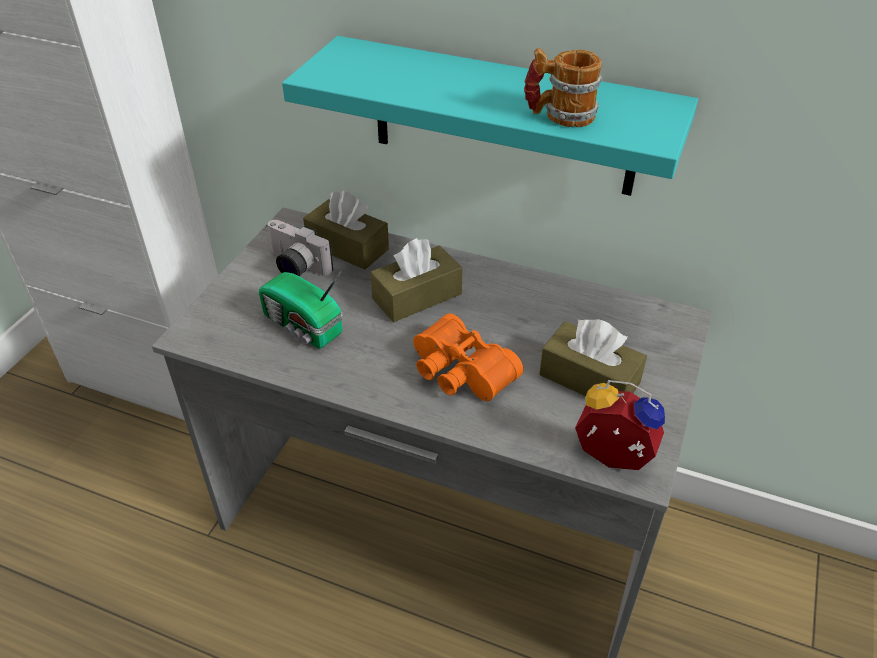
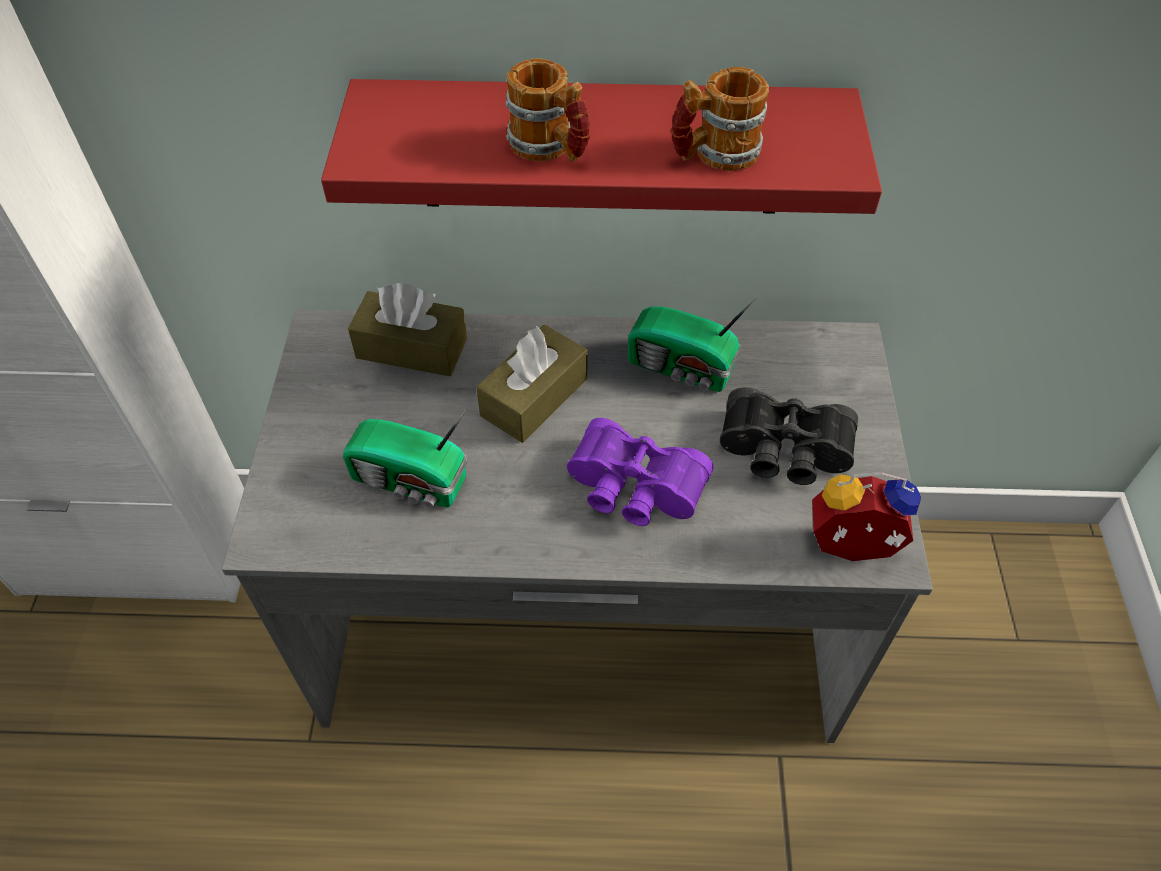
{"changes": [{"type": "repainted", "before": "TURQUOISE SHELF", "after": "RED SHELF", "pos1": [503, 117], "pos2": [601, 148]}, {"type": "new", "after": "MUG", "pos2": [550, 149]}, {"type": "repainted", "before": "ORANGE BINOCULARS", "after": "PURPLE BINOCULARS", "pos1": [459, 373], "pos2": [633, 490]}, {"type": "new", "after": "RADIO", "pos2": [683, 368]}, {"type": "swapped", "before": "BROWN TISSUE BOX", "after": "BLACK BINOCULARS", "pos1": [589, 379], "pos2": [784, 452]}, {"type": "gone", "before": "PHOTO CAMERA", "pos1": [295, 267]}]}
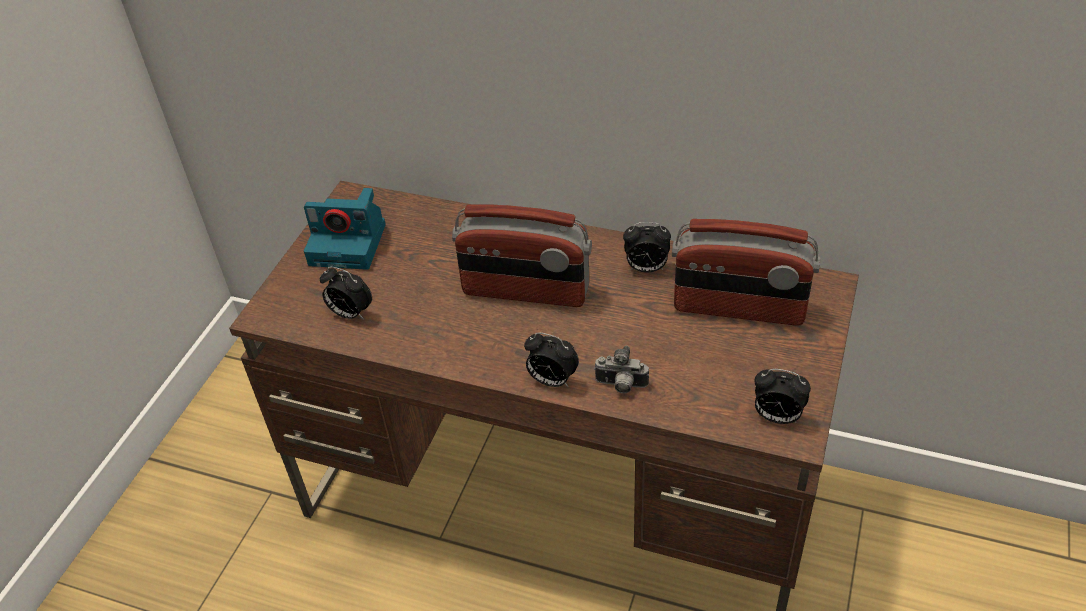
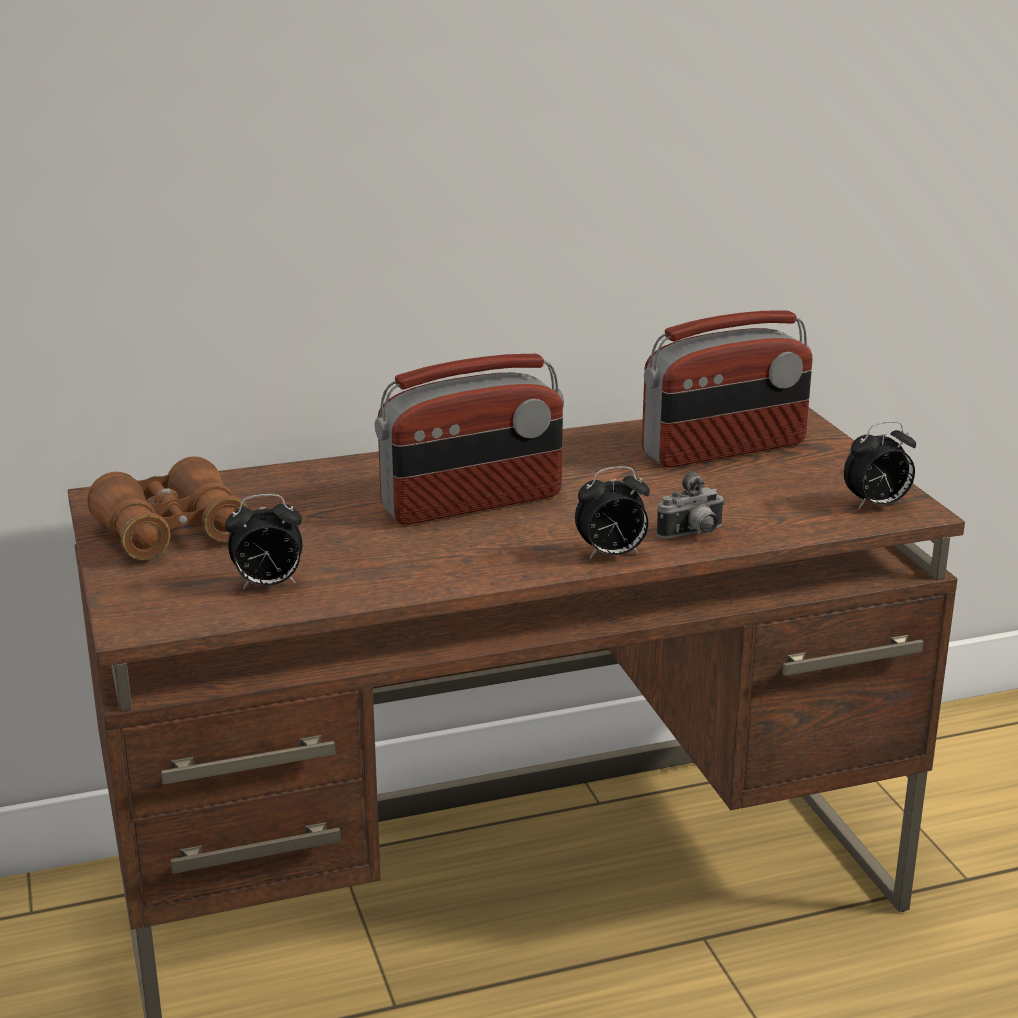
{"changes": [{"type": "swapped", "before": "PHOTO CAMERA", "after": "BROWN BINOCULARS", "pos1": [350, 244], "pos2": [171, 533]}, {"type": "gone", "before": "ALARM CLOCK", "pos1": [646, 268]}]}
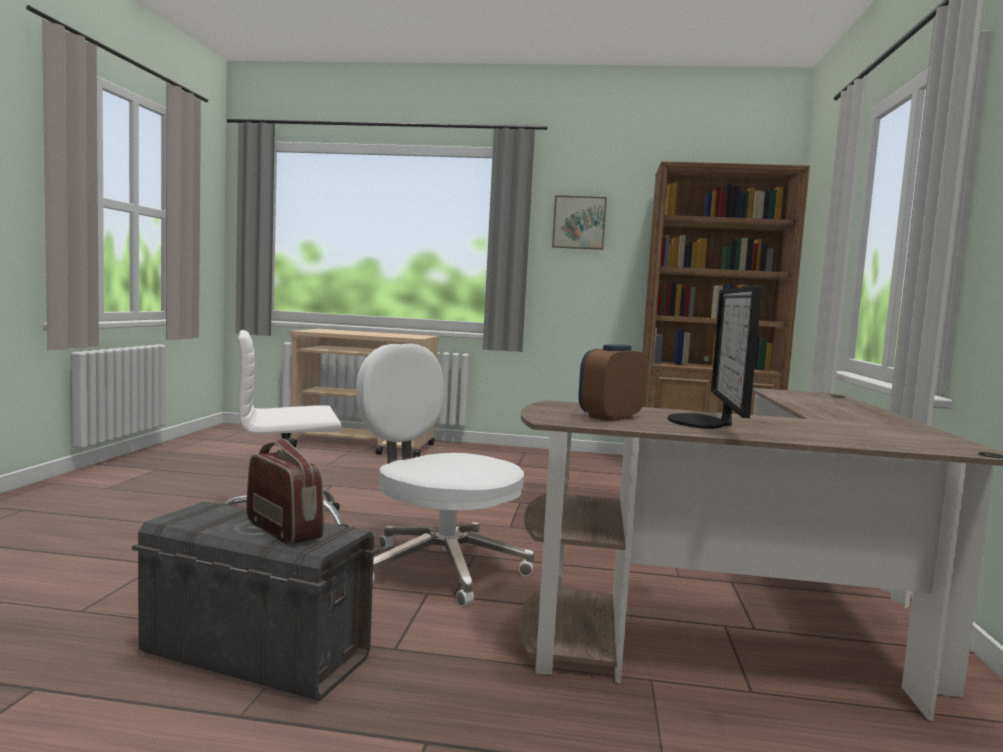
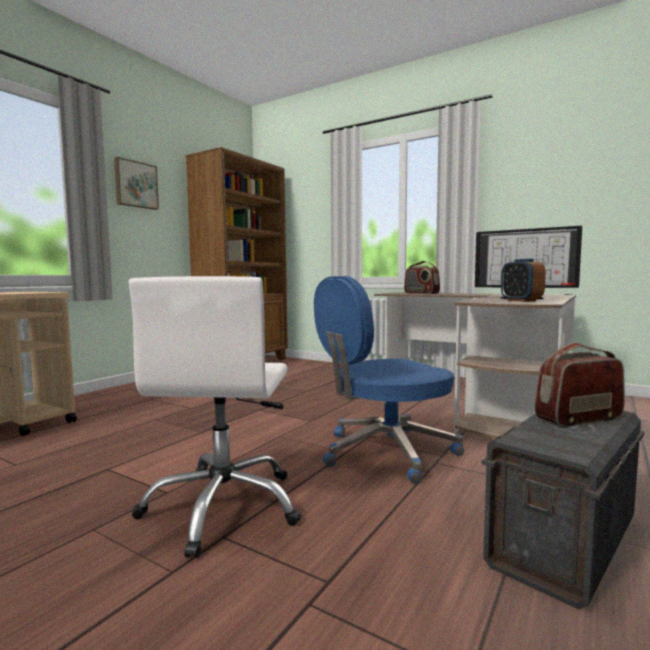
{"changes": [{"type": "repainted", "before": "WHITE OFFICE CHAIR", "after": "BLUE OFFICE CHAIR", "pos1": [439, 567], "pos2": [385, 452]}, {"type": "new", "after": "RADIO", "pos2": [421, 293]}]}
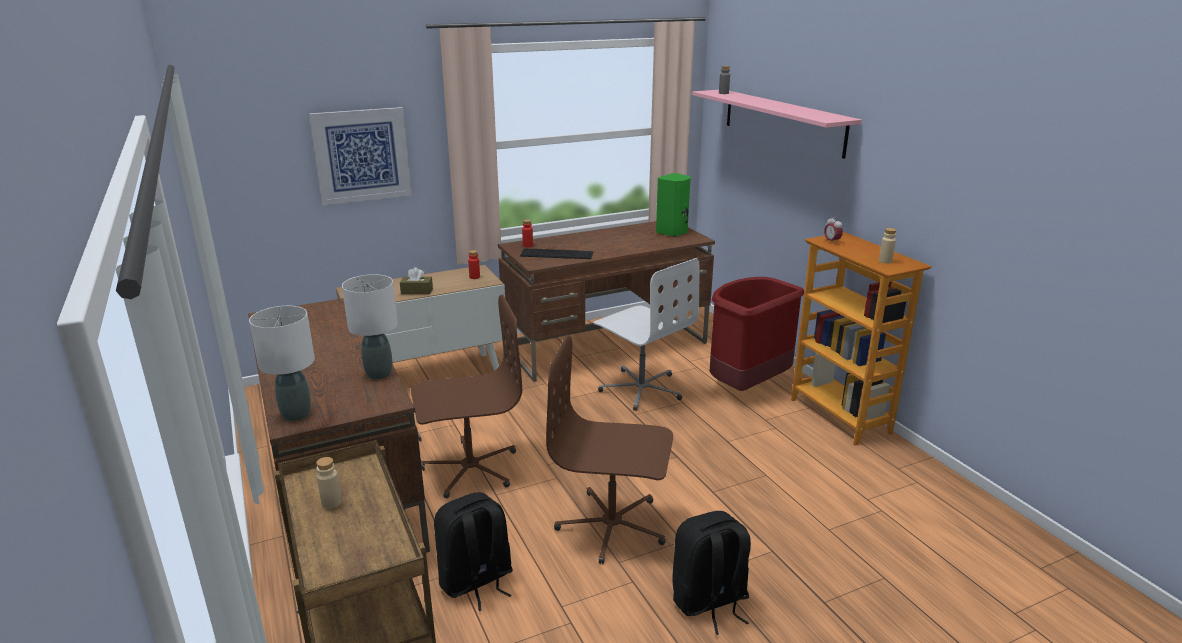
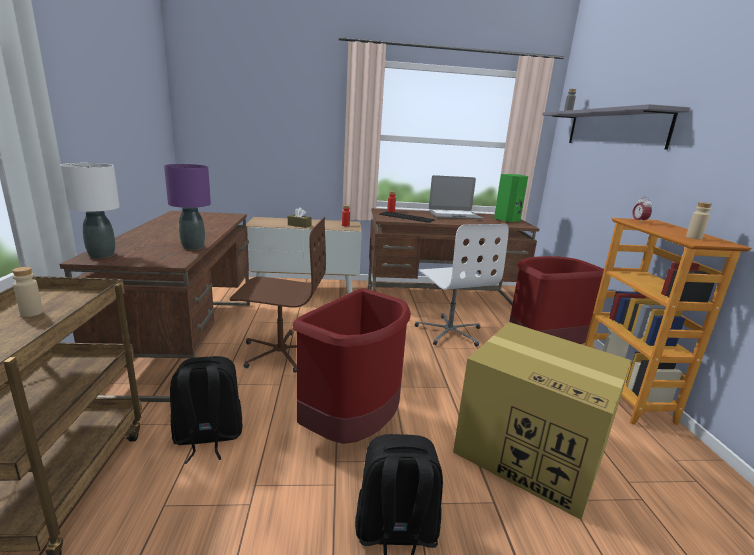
{"changes": [{"type": "repainted", "before": "WHITE TABLE LAMP", "after": "PURPLE TABLE LAMP", "pos1": [378, 374], "pos2": [193, 247]}, {"type": "swapped", "before": "BROWN OFFICE CHAIR", "after": "RED TRASH CAN", "pos1": [612, 526], "pos2": [353, 427]}, {"type": "new", "after": "LAPTOP", "pos2": [454, 215]}, {"type": "new", "after": "CARDBOARD BOX", "pos2": [532, 452]}, {"type": "repainted", "before": "PINK SHELF", "after": "GREY SHELF", "pos1": [782, 121], "pos2": [614, 128]}, {"type": "gone", "before": "PICTURE", "pos1": [362, 155]}]}
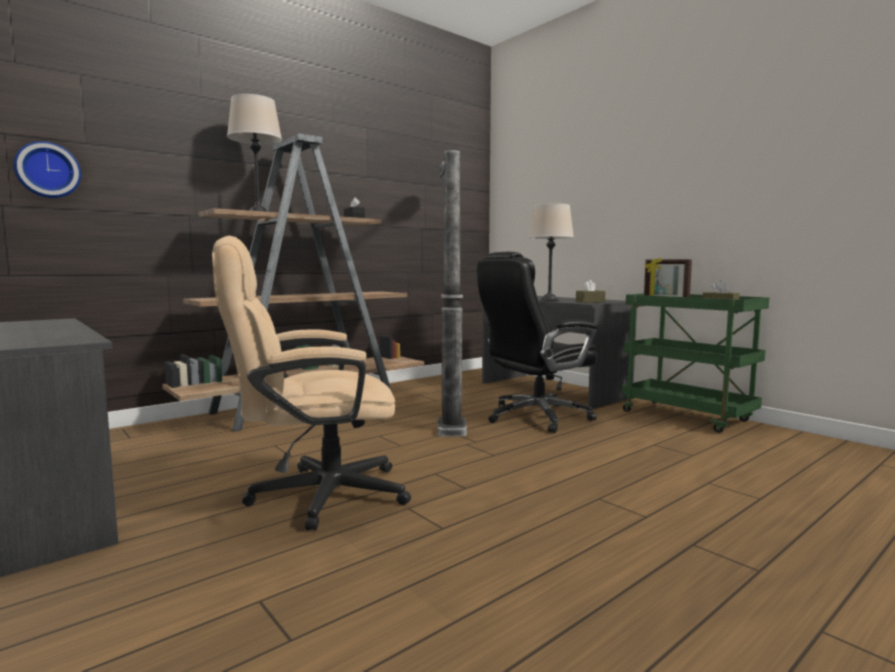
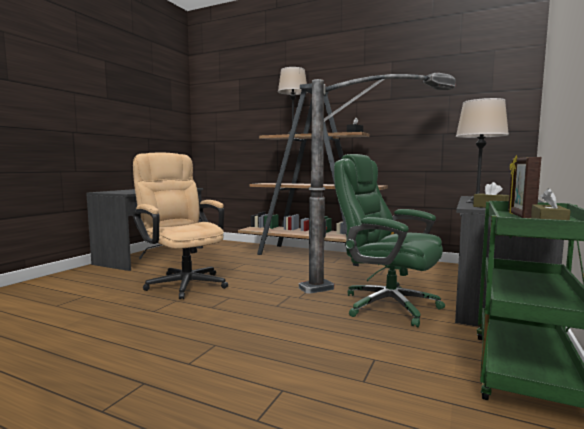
{"changes": [{"type": "repainted", "before": "BLACK OFFICE CHAIR", "after": "GREEN OFFICE CHAIR", "pos1": [535, 417], "pos2": [387, 305]}, {"type": "gone", "before": "WALL CLOCK", "pos1": [47, 170]}]}
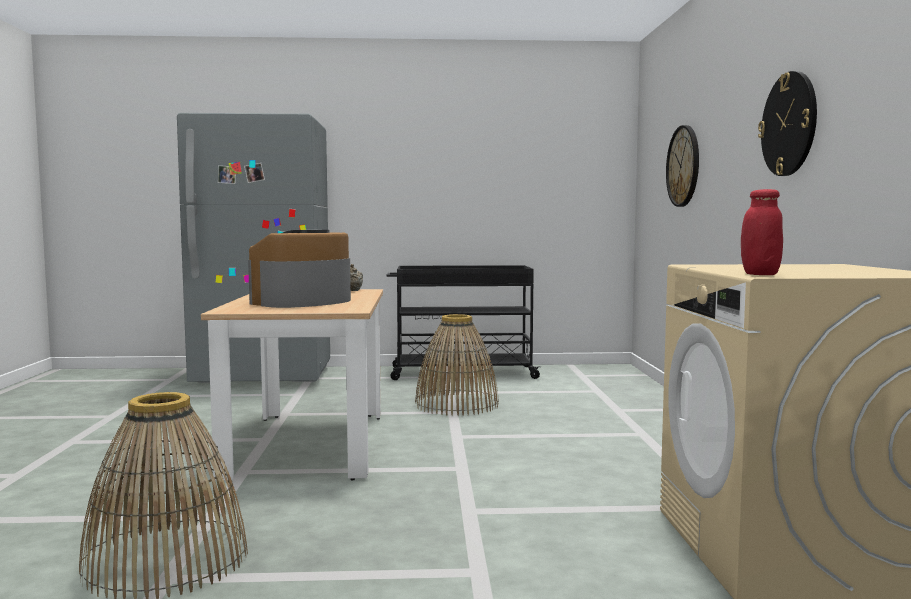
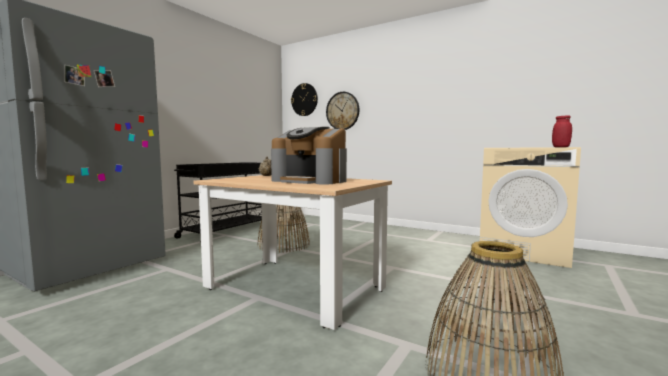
{"changes": [{"type": "rotated", "before": "COFFEE MACHINE", "pos1": [302, 302], "pos2": [311, 181], "turn": -45}, {"type": "shifted", "before": "WALL CLOCK", "pos1": [789, 124], "pos2": [304, 99]}]}
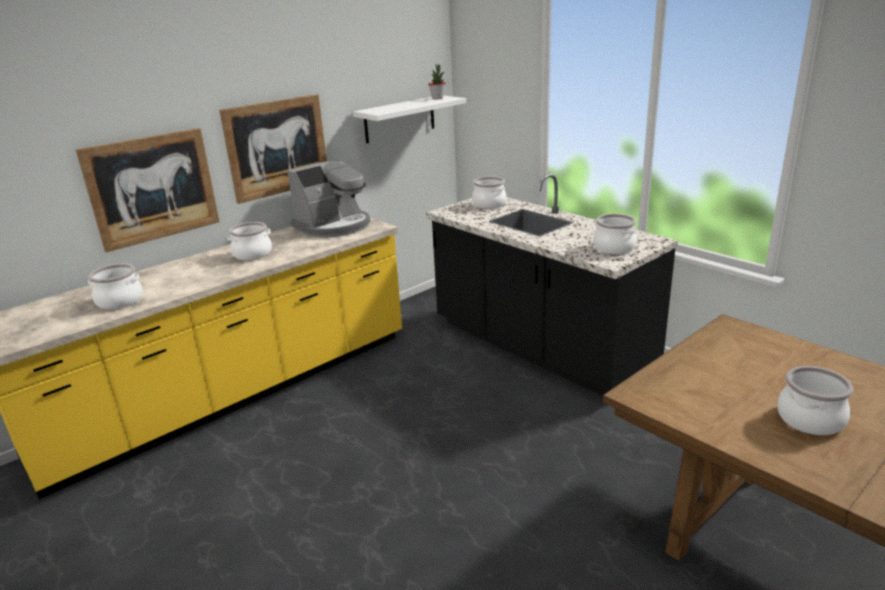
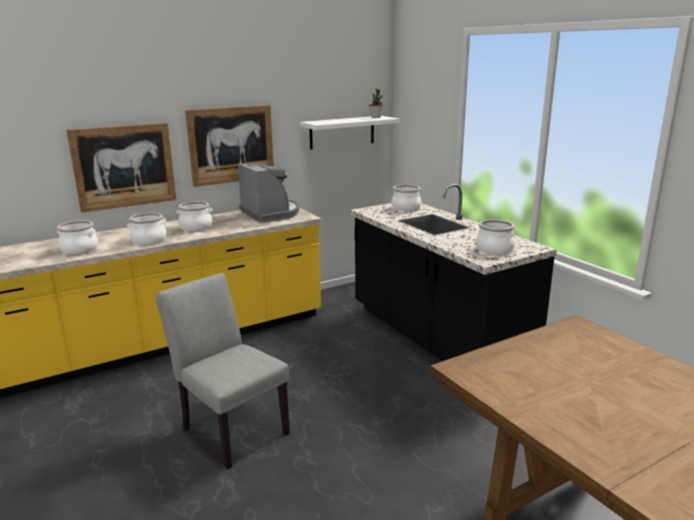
{"changes": [{"type": "shifted", "before": "COOKING POT", "pos1": [811, 419], "pos2": [149, 240]}, {"type": "new", "after": "GREY CHAIR", "pos2": [230, 428]}, {"type": "rotated", "before": "COFFEE MACHINE", "pos1": [334, 226], "pos2": [270, 213], "turn": -90}]}
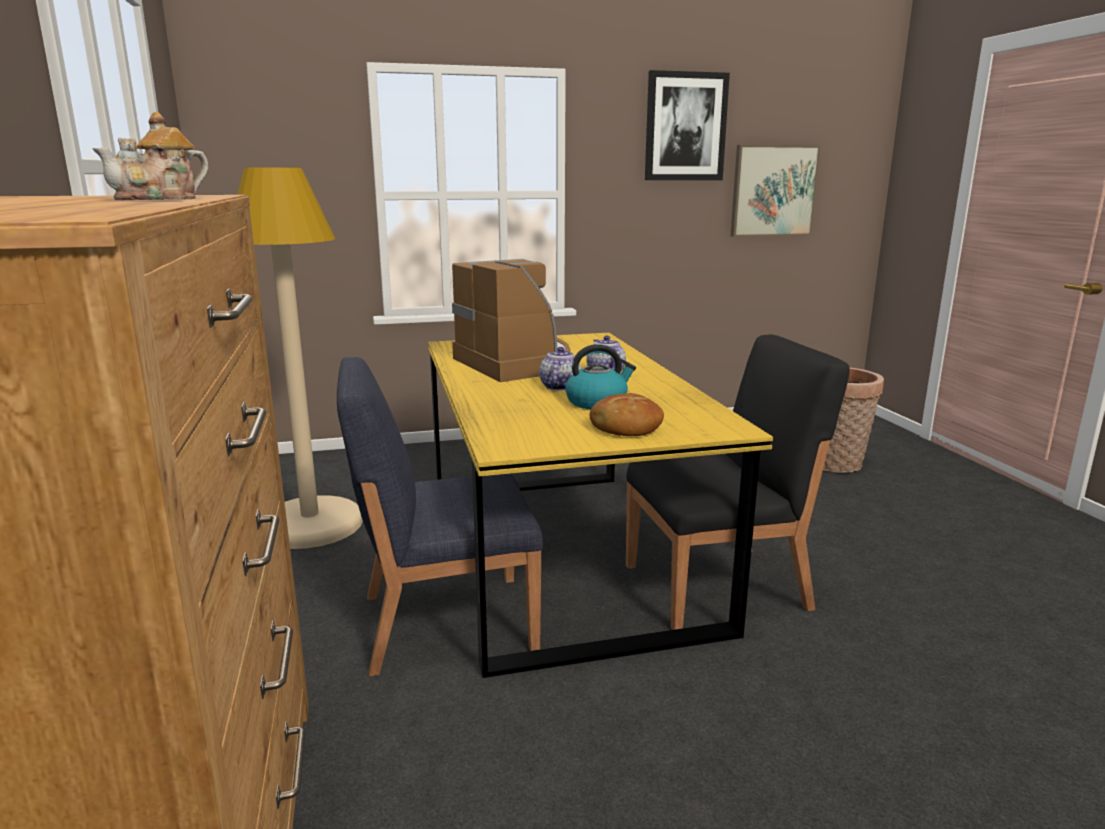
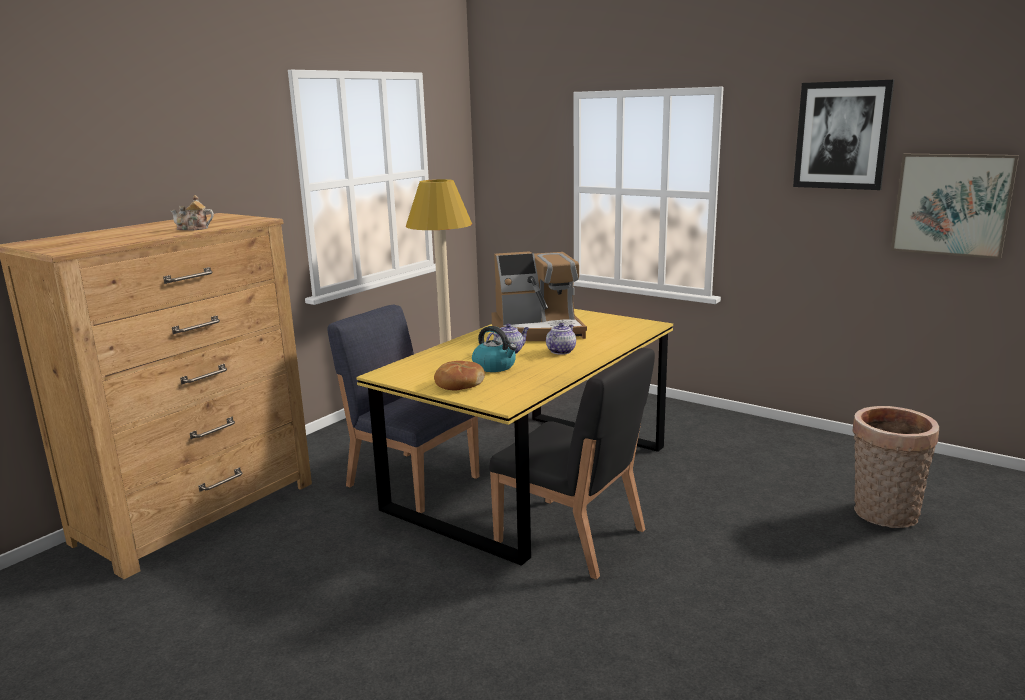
{"changes": [{"type": "rotated", "before": "COFFEE MACHINE", "pos1": [517, 363], "pos2": [538, 331], "turn": 60}]}
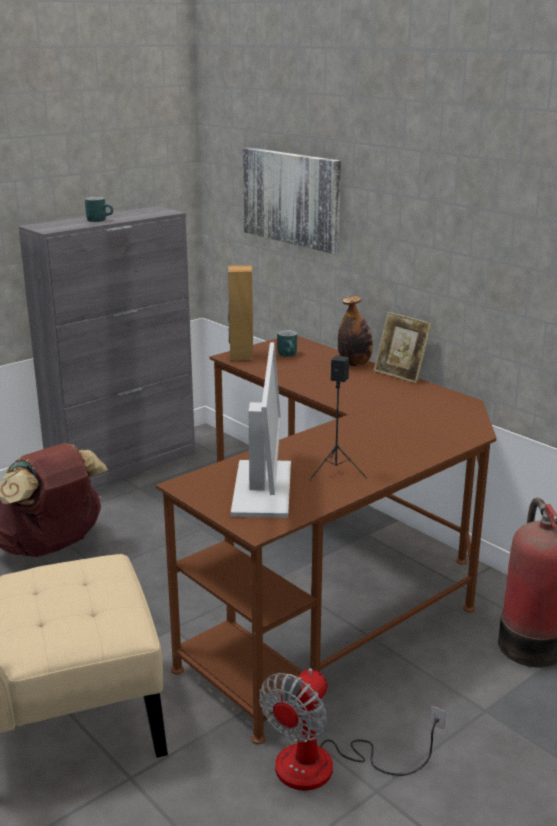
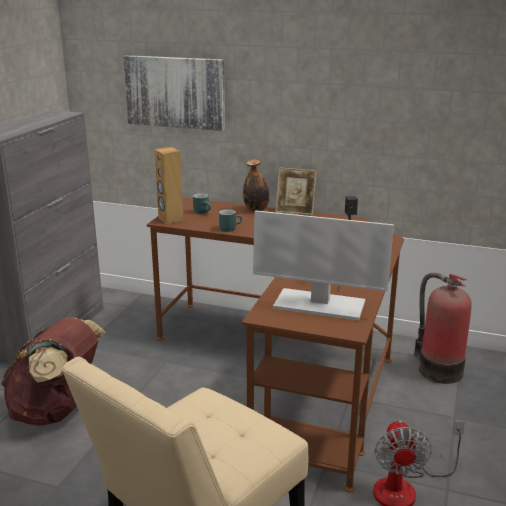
{"changes": [{"type": "shifted", "before": "TURQUOISE MUG", "pos1": [100, 220], "pos2": [229, 228]}, {"type": "rotated", "before": "MONITOR", "pos1": [263, 489], "pos2": [318, 305], "turn": 135}]}
